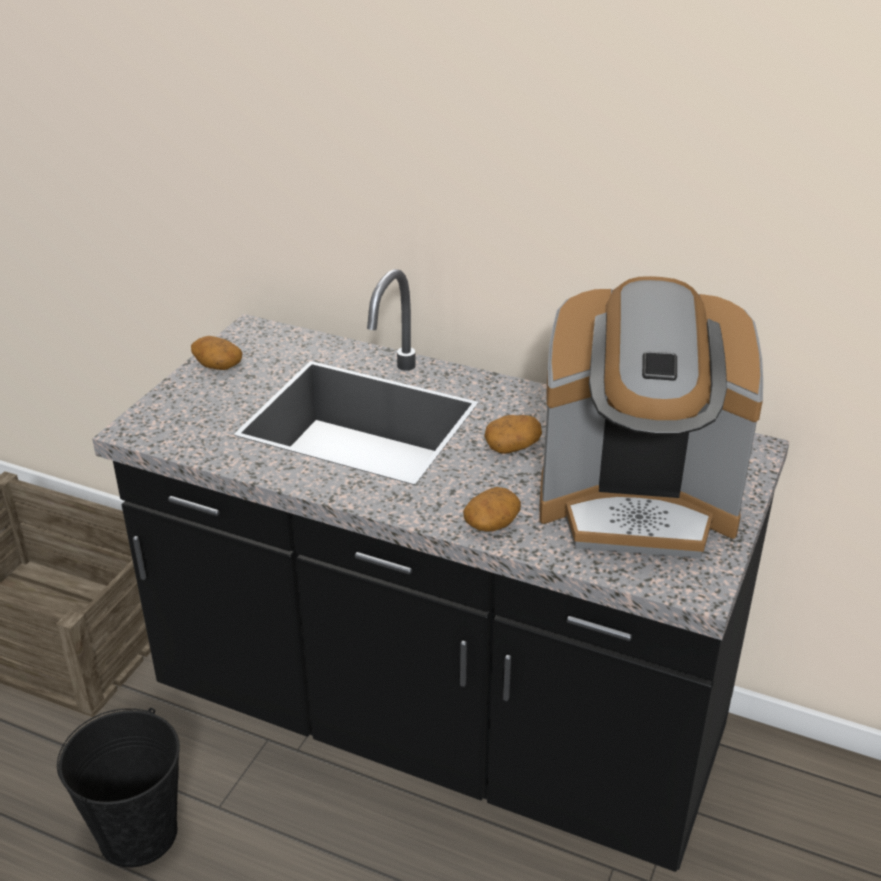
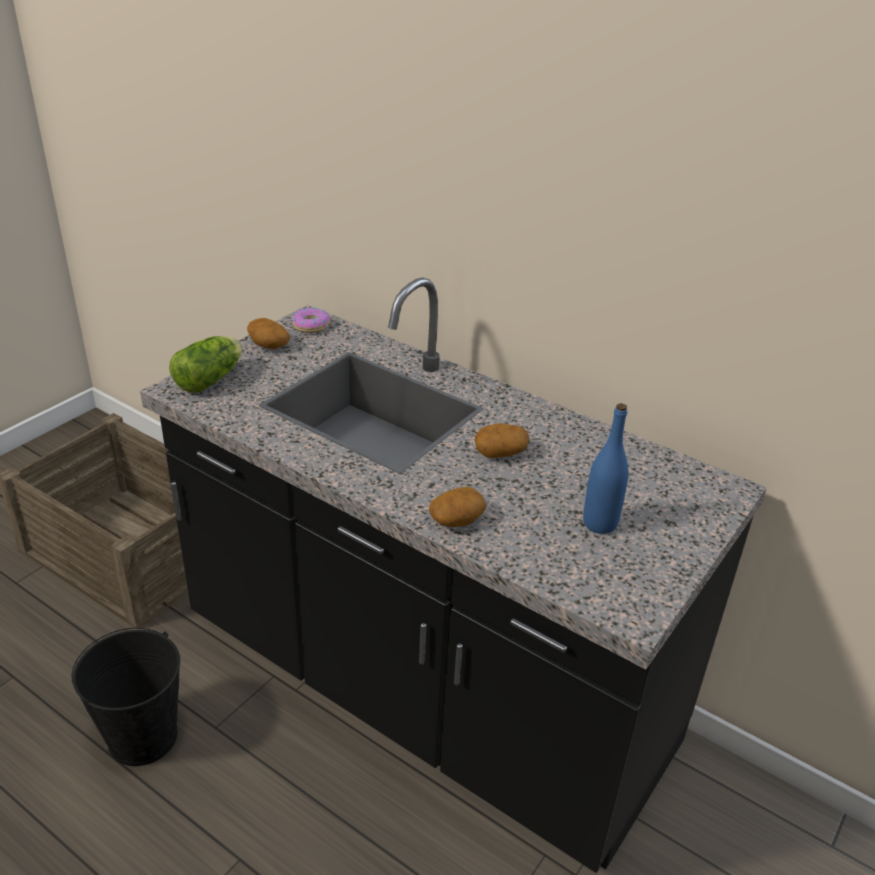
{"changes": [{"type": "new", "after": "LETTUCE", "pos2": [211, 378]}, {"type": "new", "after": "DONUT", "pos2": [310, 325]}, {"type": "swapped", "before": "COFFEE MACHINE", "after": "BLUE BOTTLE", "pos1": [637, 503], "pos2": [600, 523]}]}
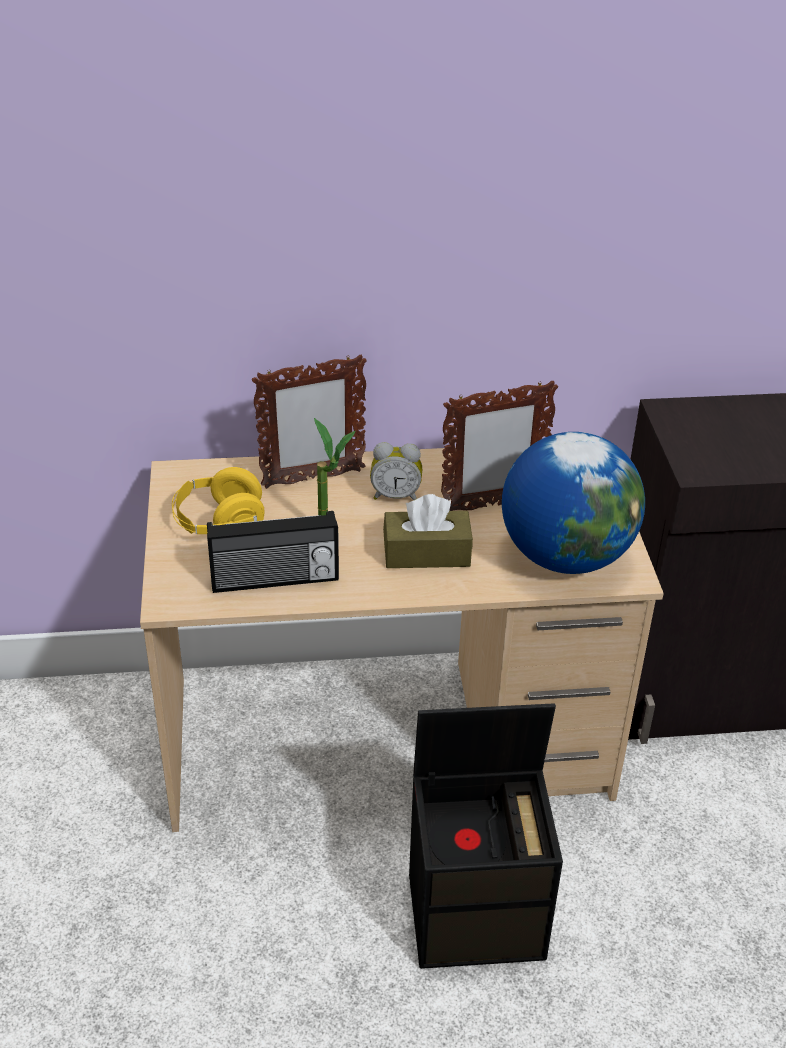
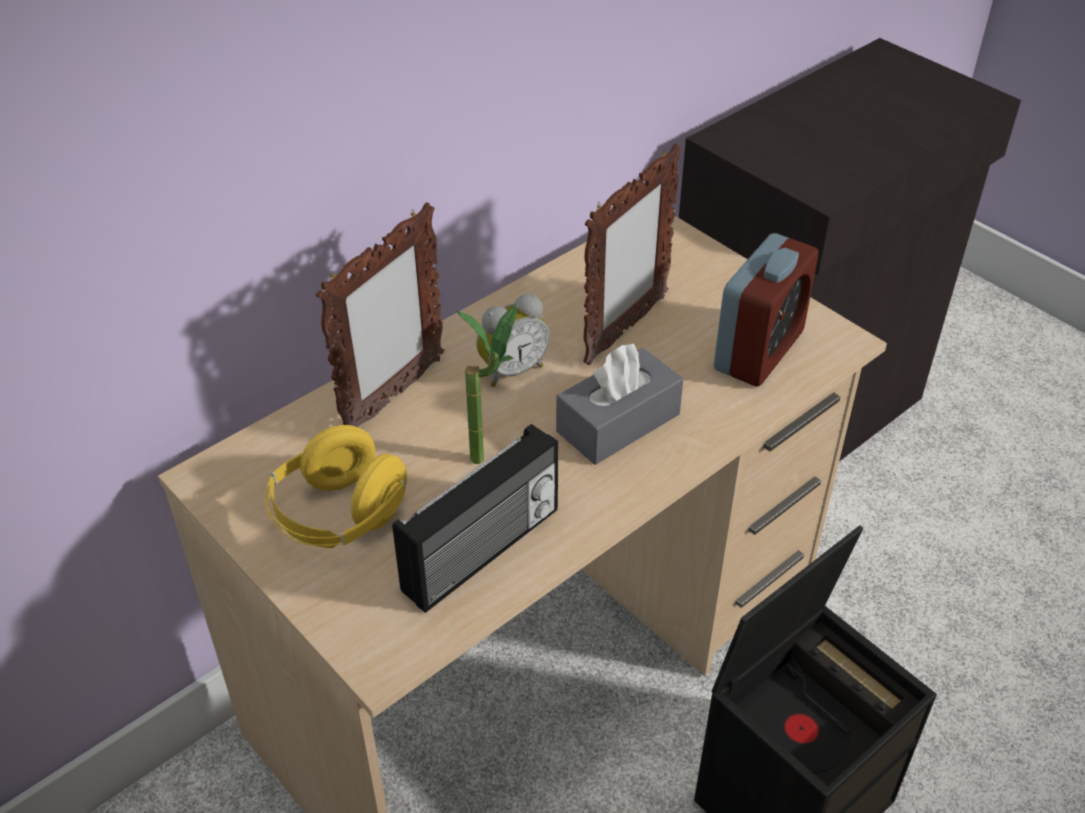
{"changes": [{"type": "repainted", "before": "BROWN TISSUE BOX", "after": "GREY TISSUE BOX", "pos1": [426, 553], "pos2": [618, 423]}, {"type": "swapped", "before": "GLOBE", "after": "ALARM CLOCK", "pos1": [565, 556], "pos2": [758, 351]}]}
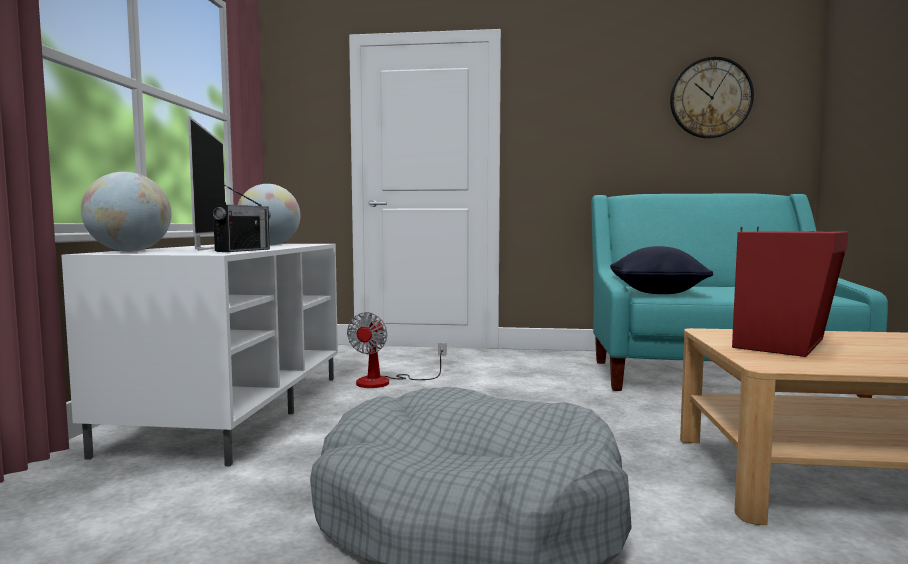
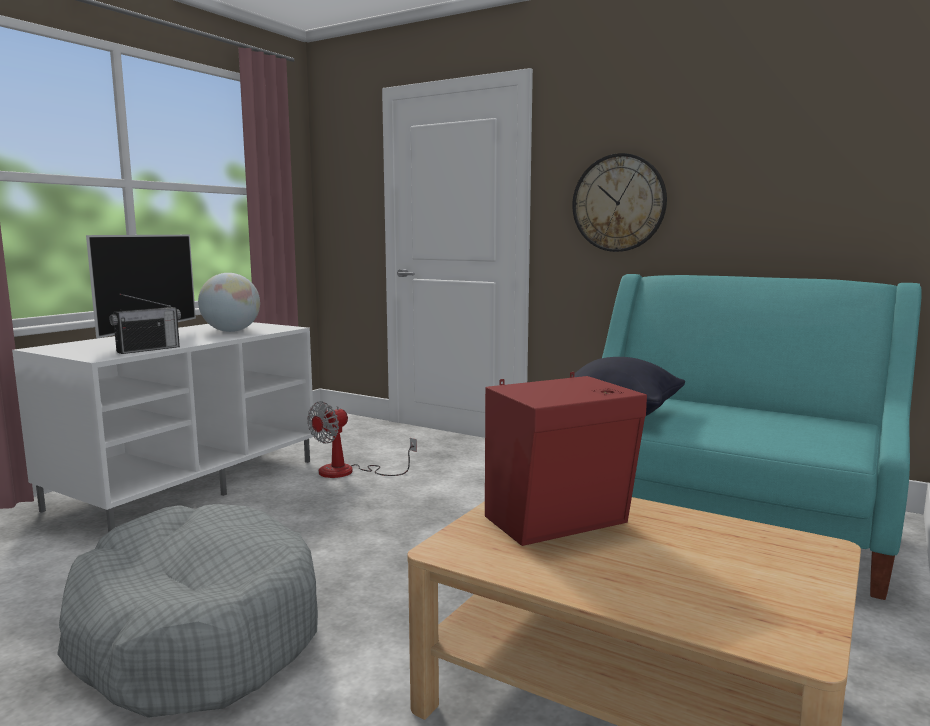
{"changes": [{"type": "shifted", "before": "WALL CLOCK", "pos1": [710, 98], "pos2": [619, 203]}, {"type": "gone", "before": "GLOBE", "pos1": [129, 251]}]}
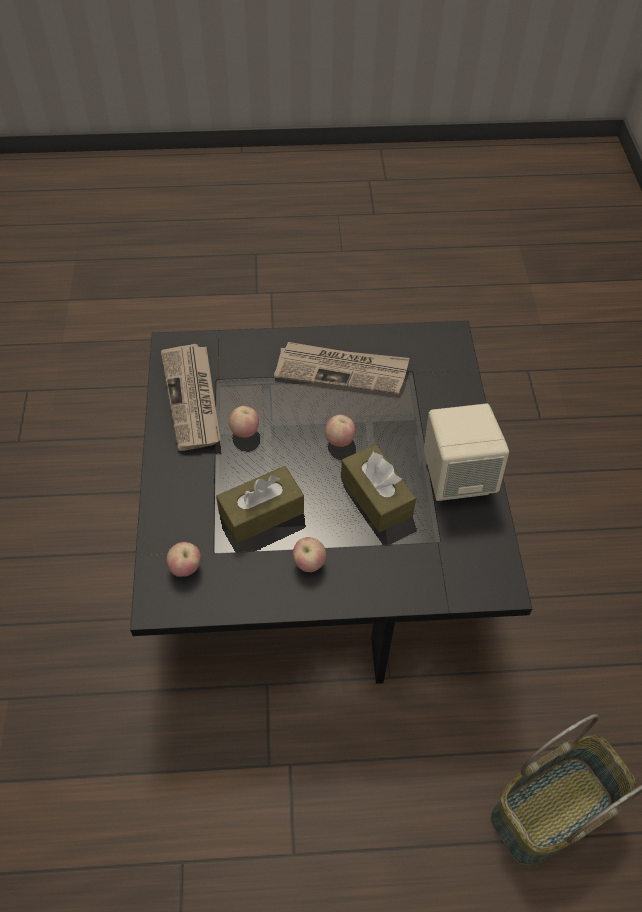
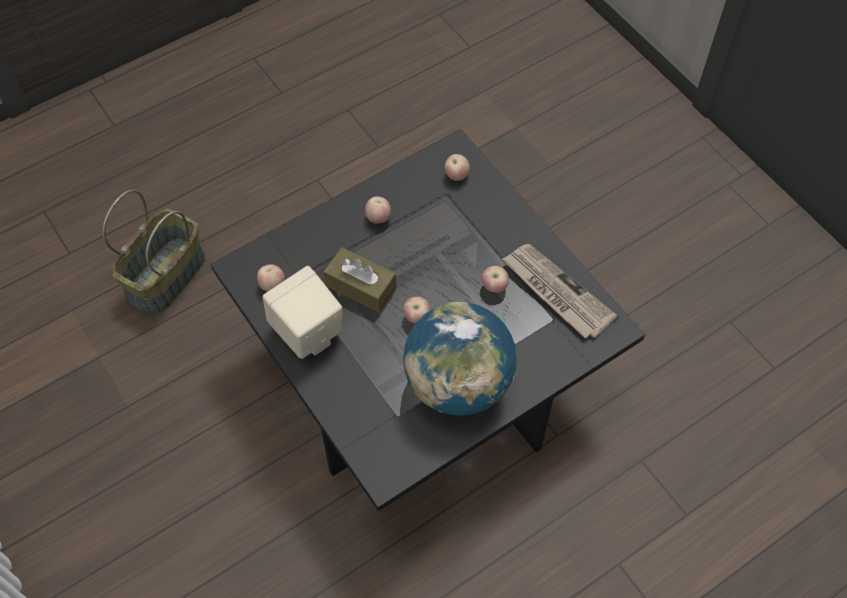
{"changes": [{"type": "new", "after": "APPLE", "pos2": [272, 285]}, {"type": "swapped", "before": "NEWSPAPER", "after": "GLOBE", "pos1": [342, 370], "pos2": [458, 383]}, {"type": "gone", "before": "BROWN TISSUE BOX", "pos1": [261, 513]}]}
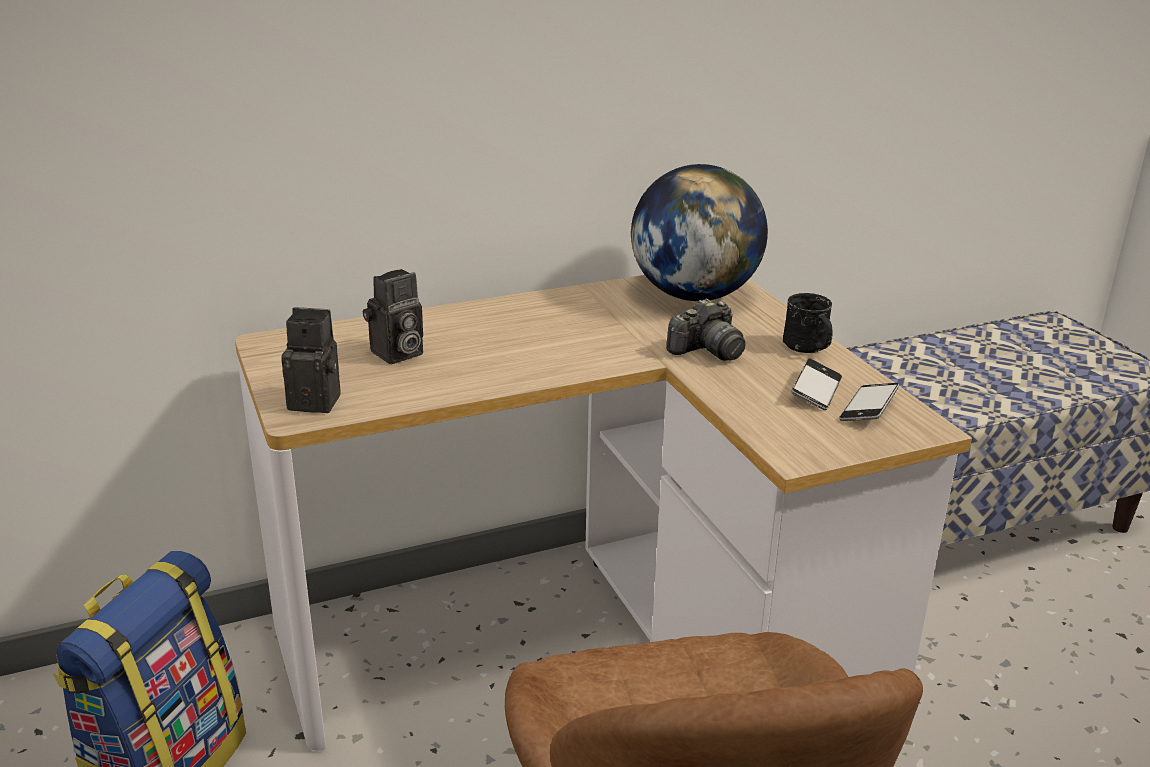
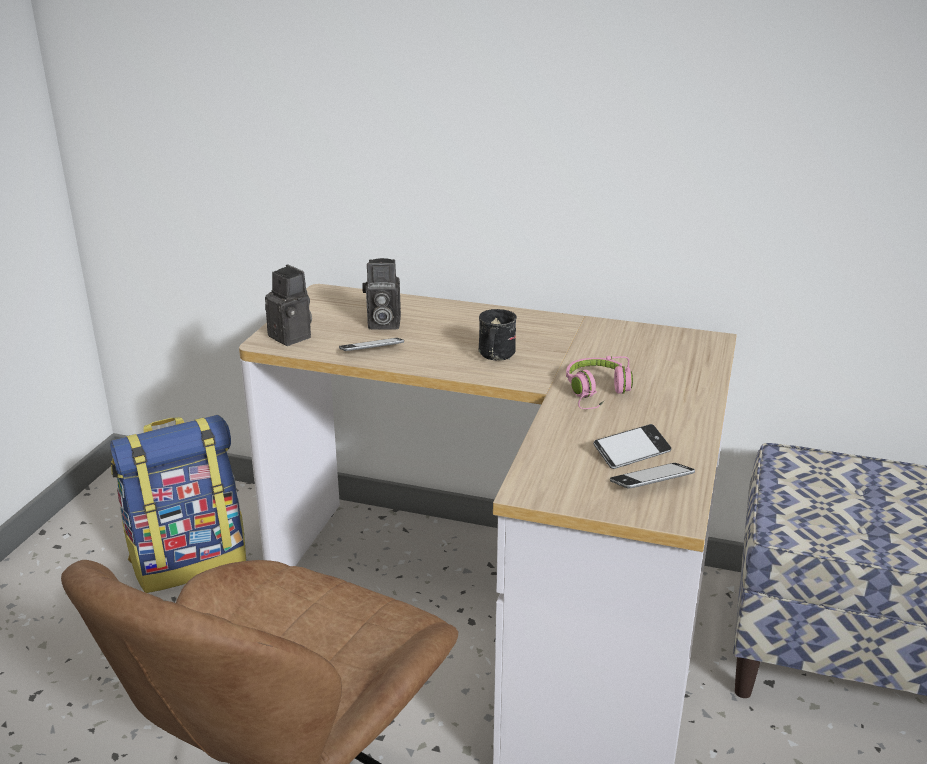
{"changes": [{"type": "new", "after": "PHONE", "pos2": [371, 349]}, {"type": "shifted", "before": "BLACK MUG", "pos1": [808, 348], "pos2": [494, 356]}, {"type": "swapped", "before": "PHOTO CAMERA", "after": "PINK HEADPHONES", "pos1": [707, 351], "pos2": [597, 393]}, {"type": "gone", "before": "GLOBE", "pos1": [694, 295]}]}
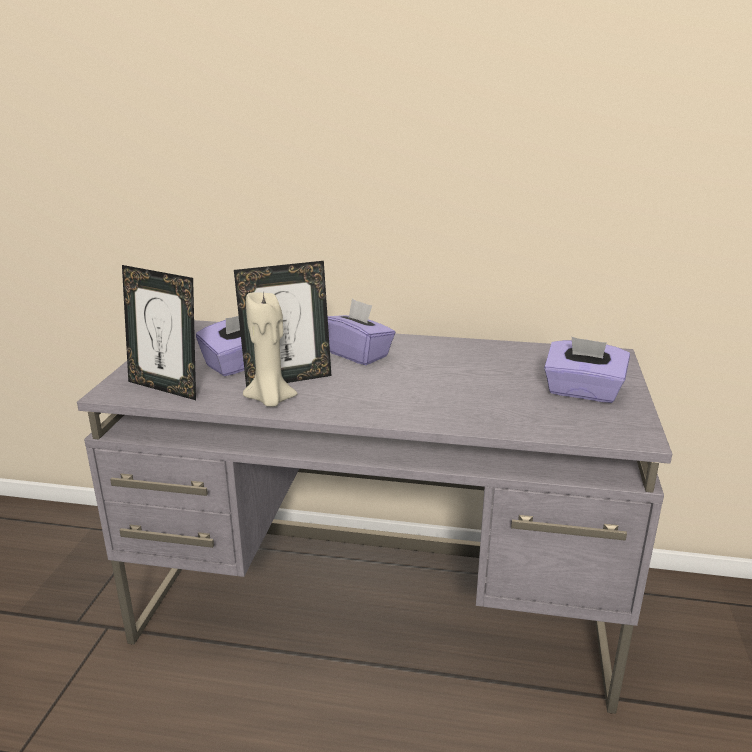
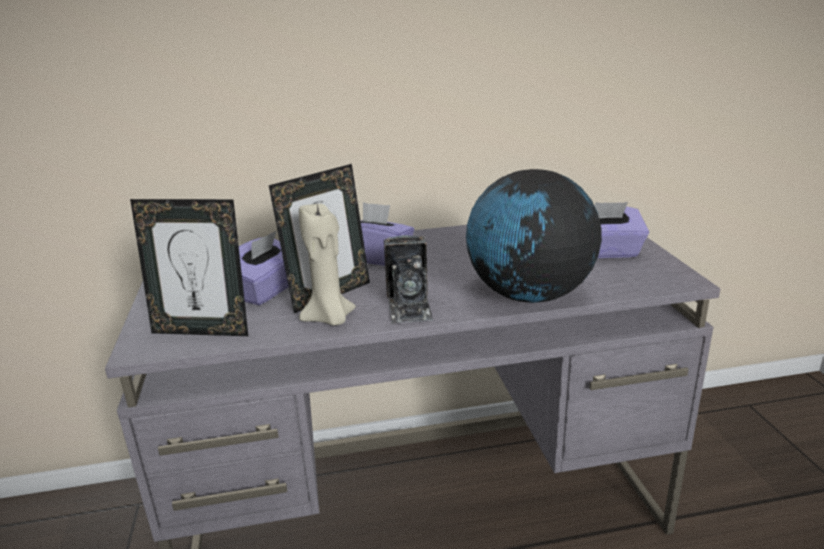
{"changes": [{"type": "new", "after": "PHOTO CAMERA", "pos2": [409, 305]}, {"type": "new", "after": "GLOBE", "pos2": [529, 296]}]}
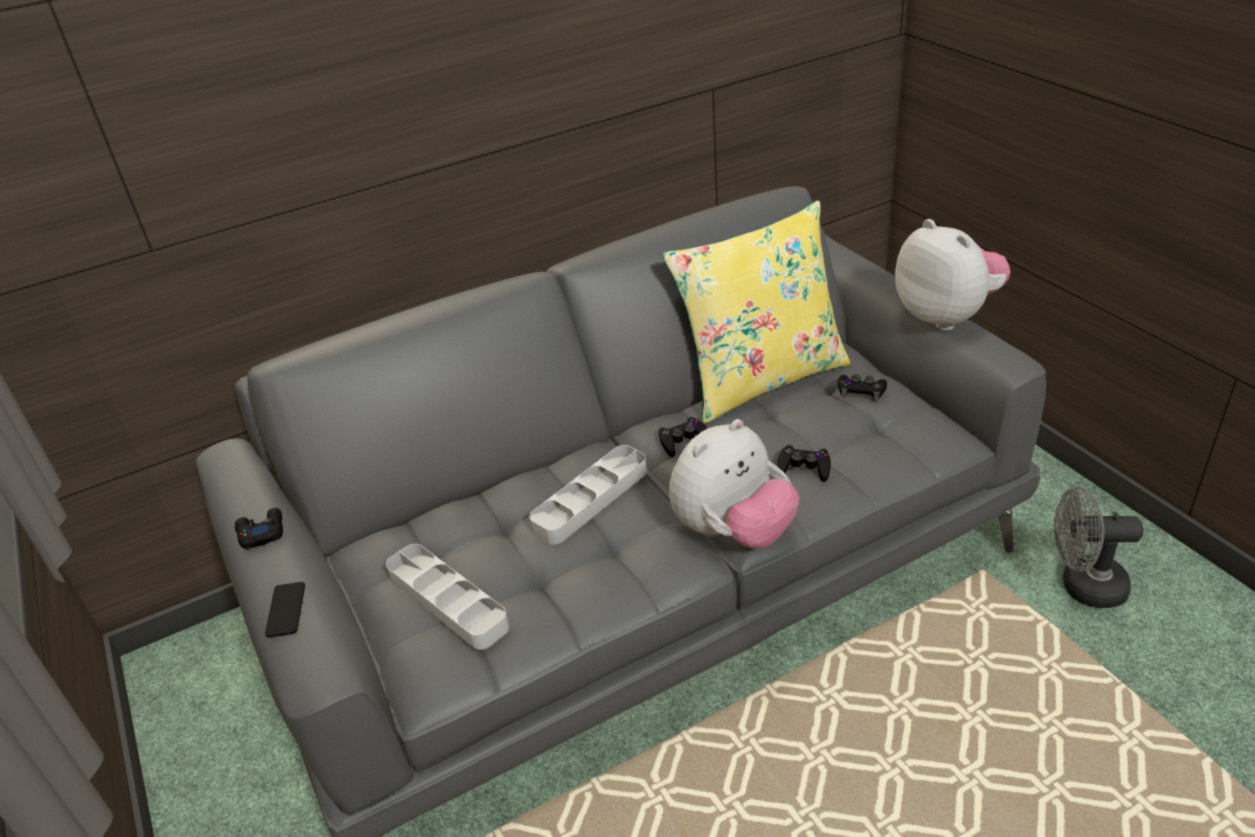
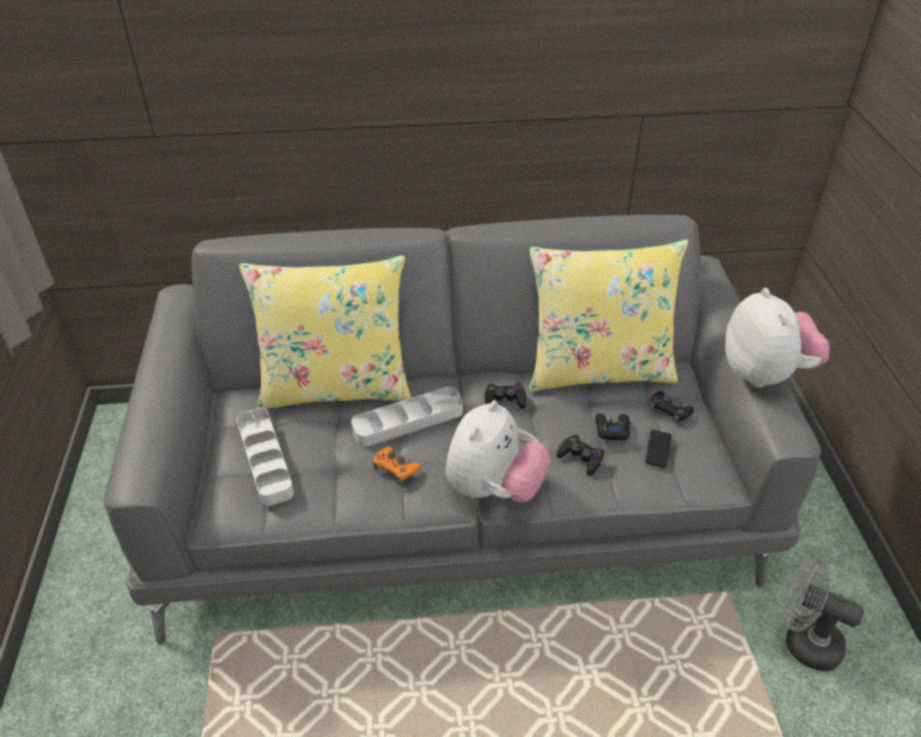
{"changes": [{"type": "new", "after": "YELLOW PILLOW", "pos2": [336, 387]}, {"type": "new", "after": "ORANGE GAME CONTROLLER", "pos2": [396, 468]}, {"type": "rotated", "before": "PLUSH TOY", "pos1": [733, 531], "pos2": [494, 488], "turn": -45}, {"type": "shifted", "before": "BLACK GAME CONTROLLER", "pos1": [261, 533], "pos2": [611, 429]}, {"type": "shifted", "before": "PHONE", "pos1": [286, 610], "pos2": [658, 449]}]}
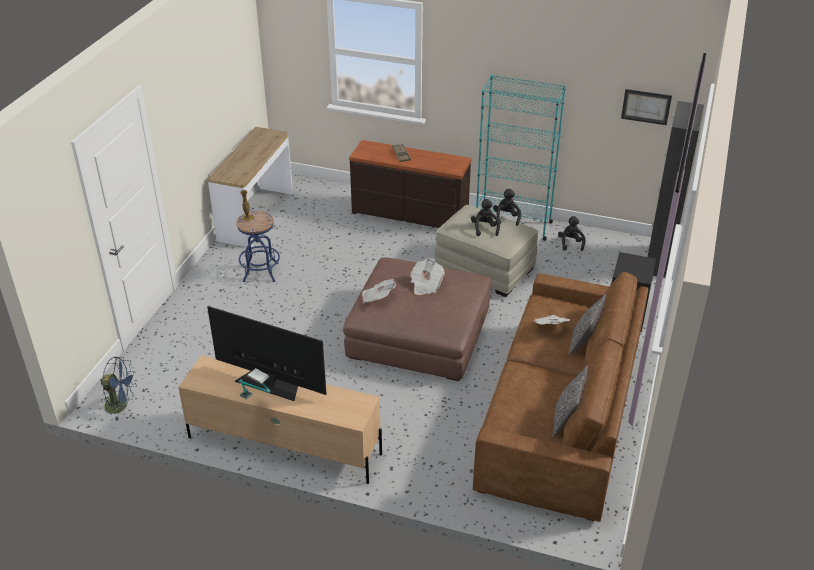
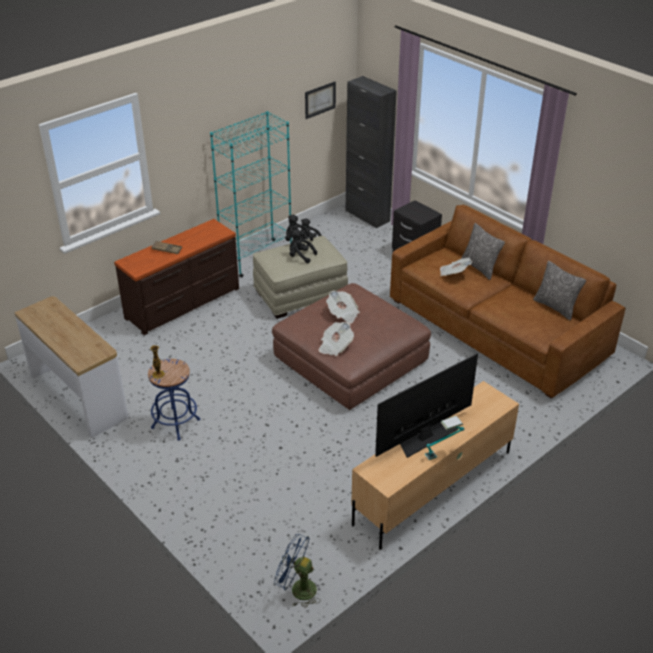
{"changes": [{"type": "rotated", "before": "BLUE FAN", "pos1": [121, 406], "pos2": [298, 589], "turn": -105}]}
